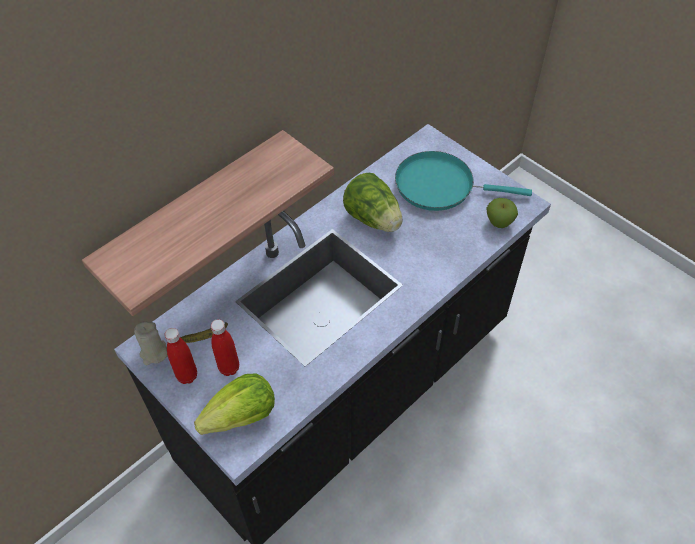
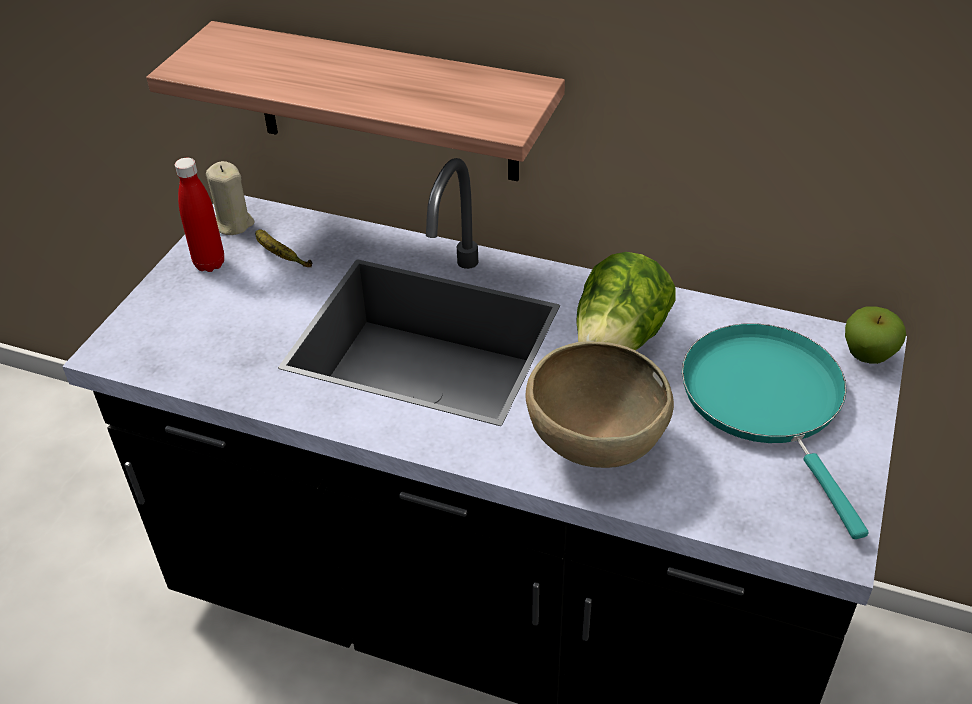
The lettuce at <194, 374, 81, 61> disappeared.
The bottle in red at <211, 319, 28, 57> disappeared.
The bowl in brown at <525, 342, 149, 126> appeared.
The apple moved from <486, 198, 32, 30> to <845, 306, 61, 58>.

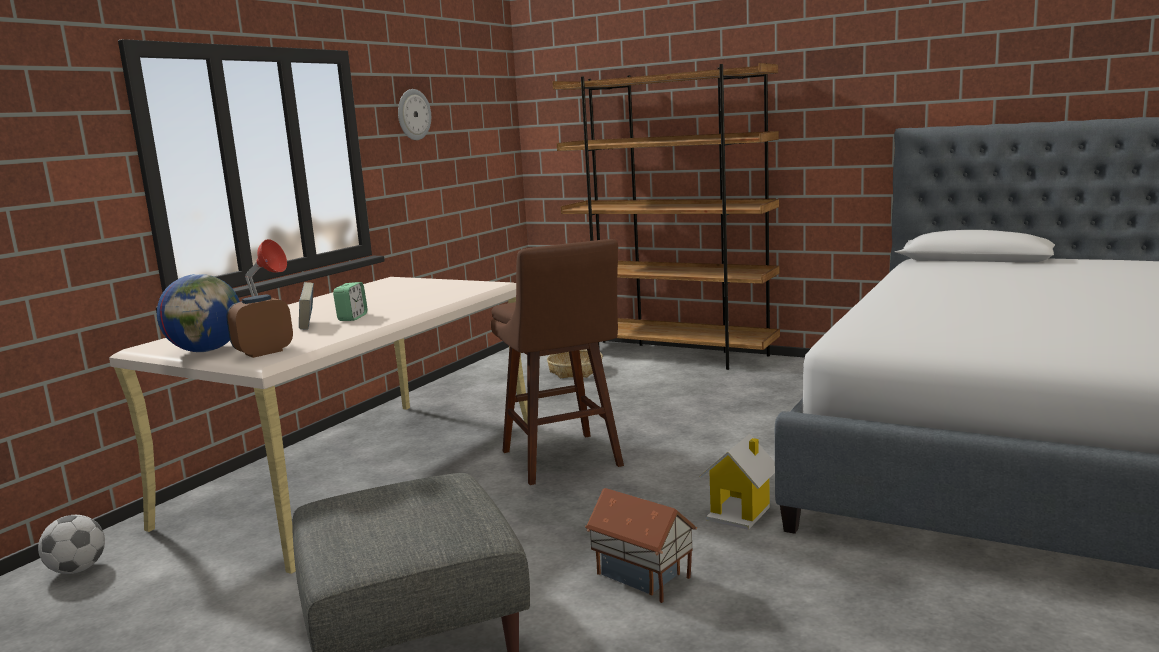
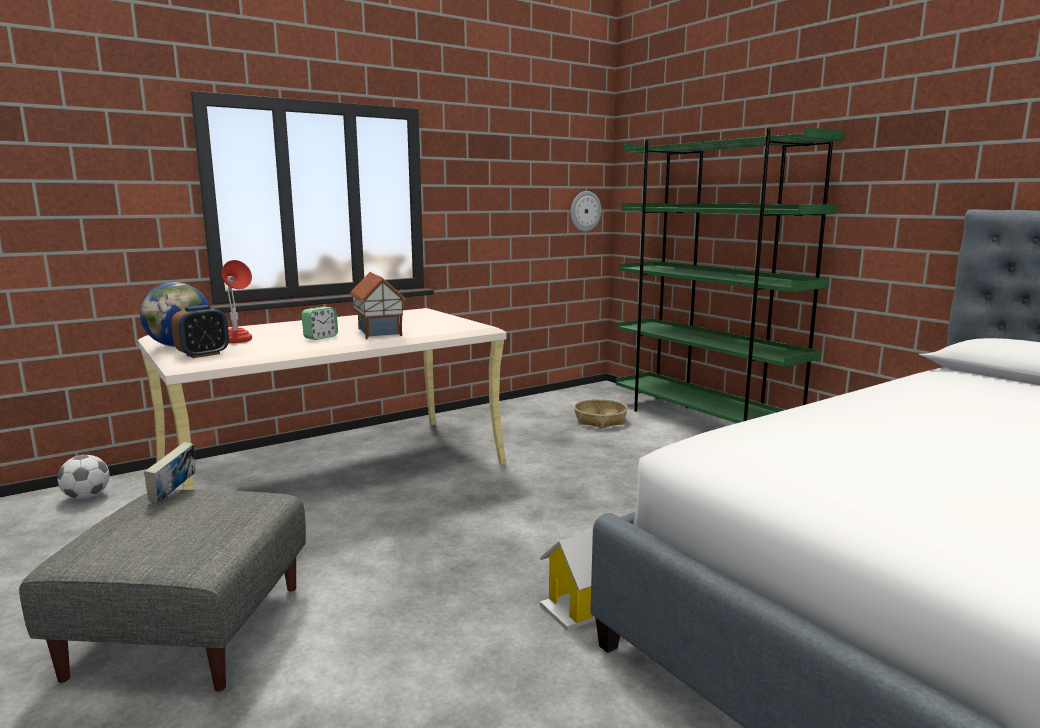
The stool in brown at <491, 239, 133, 246> disappeared.
The book moved from <299, 282, 15, 48> to <144, 442, 52, 62>.
The wall clock moved from <398, 89, 33, 51> to <571, 191, 30, 41>.
The toy house moved from <585, 488, 112, 115> to <350, 272, 56, 67>.
The bookcase in brown at <553, 63, 227, 307> became the bookcase in green at <616, 127, 229, 296>.
The alarm clock at <226, 294, 67, 64> turned 150 degrees clockwise.

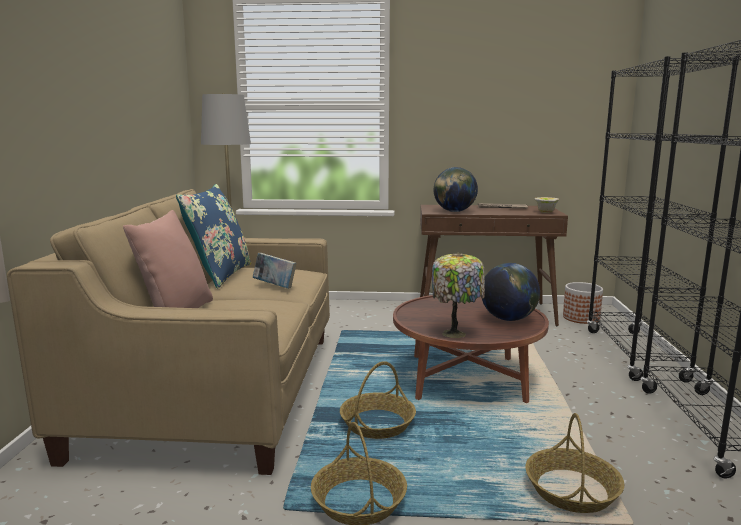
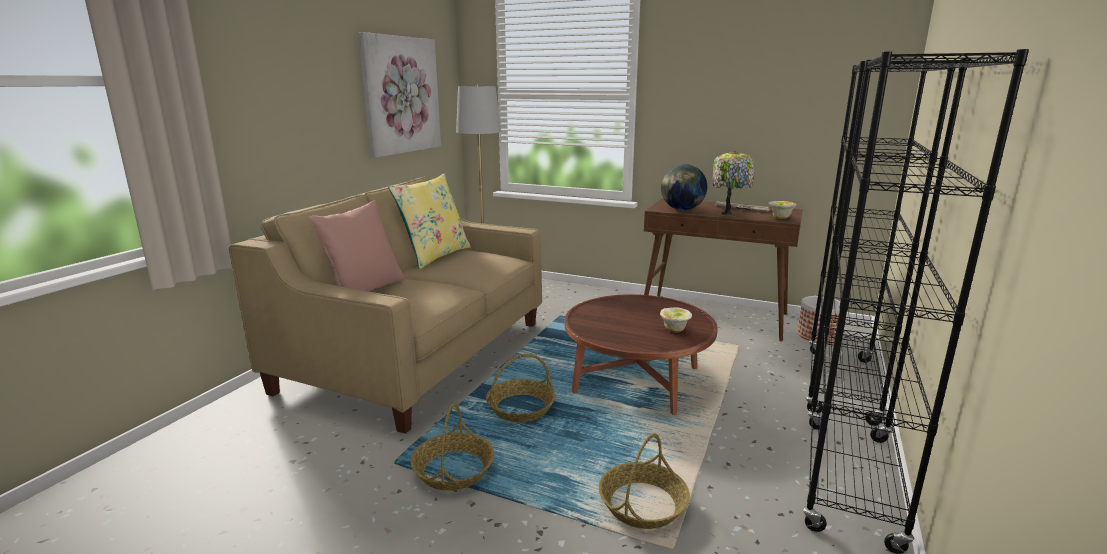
The book at <253, 253, 44, 36> disappeared.
The picture at <358, 32, 83, 126> appeared.
The table lamp moved from <432, 253, 53, 85> to <713, 151, 41, 66>.
The globe at <481, 263, 59, 58> was replaced by the bowl at <660, 307, 32, 25>.
The pillow in blue at <176, 184, 75, 105> became the pillow in yellow at <388, 174, 83, 95>.

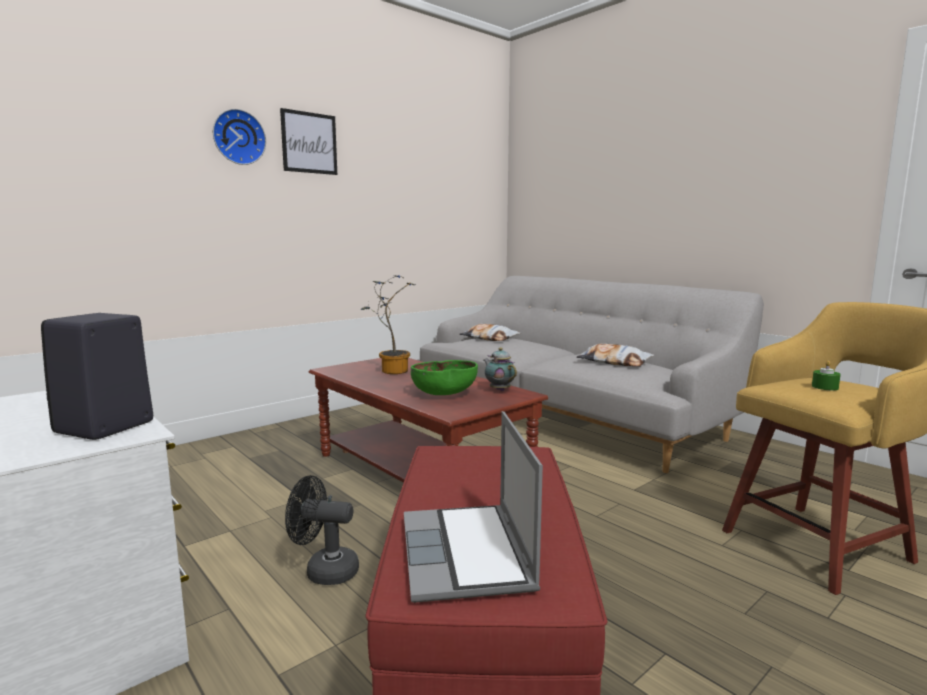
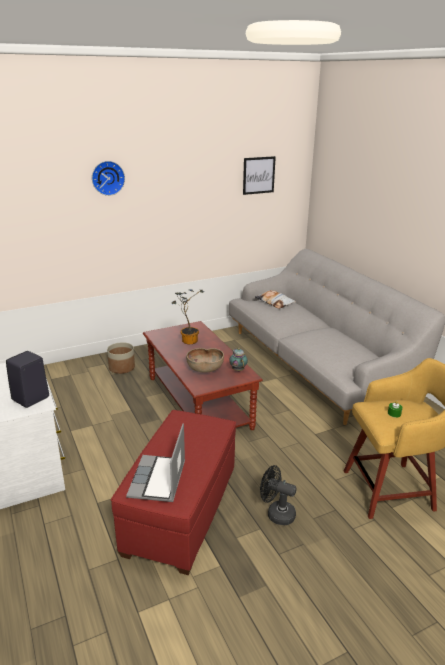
The pillow at <576, 343, 78, 23> disappeared.
The planter at <107, 342, 28, 32> appeared.
The picture moved from <280, 108, 57, 67> to <243, 156, 33, 39>.
The fan in black moved from <285, 475, 74, 110> to <260, 465, 37, 60>.
The bowl in green at <411, 360, 67, 35> became the bowl in brown at <186, 348, 38, 25>.

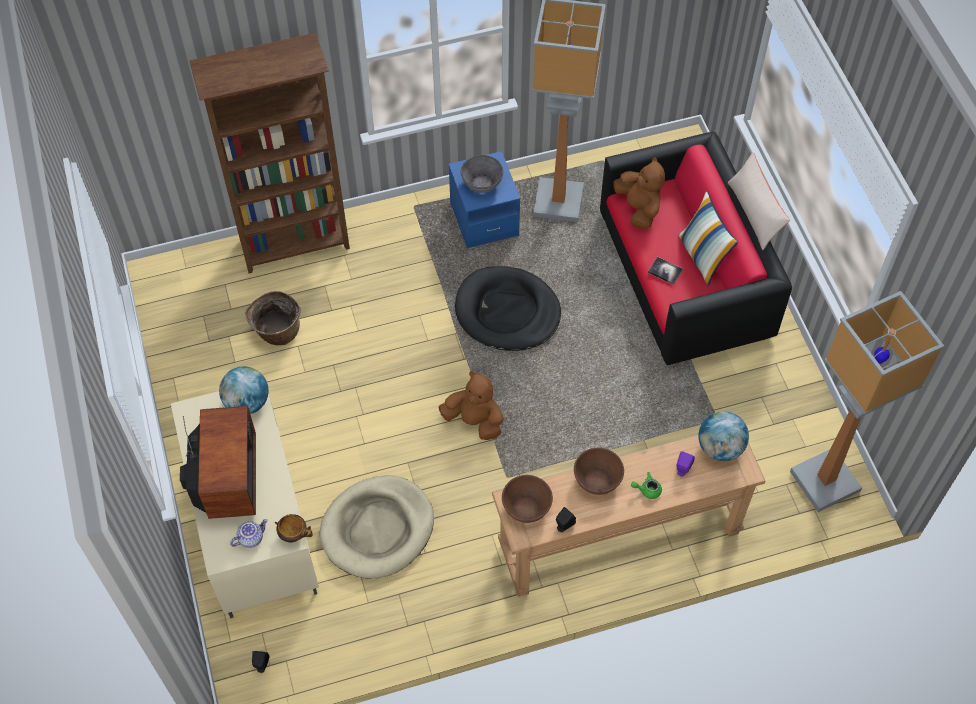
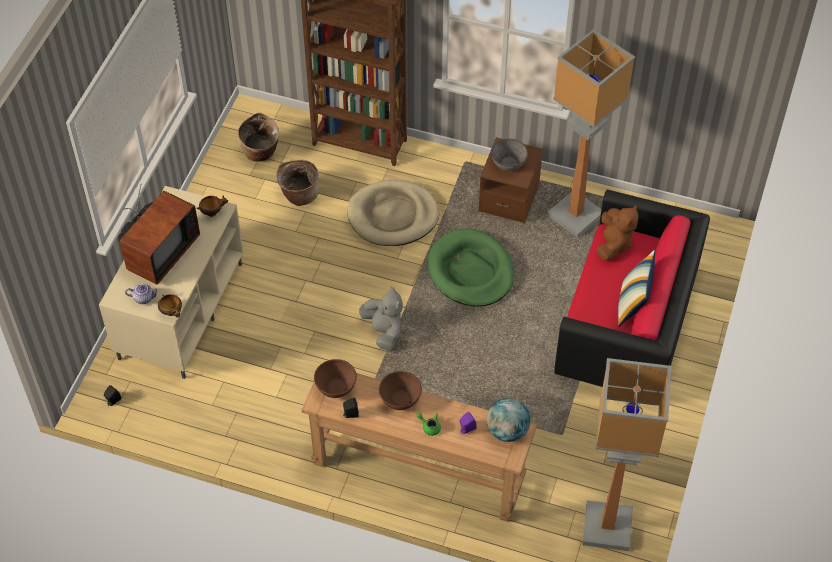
The book at <648, 257, 35, 28> disappeared.
The pillow in beige at <727, 152, 63, 98> disappeared.
The basket at <238, 113, 41, 49> appeared.
The dog bed in beige moved from <320, 475, 114, 104> to <347, 179, 92, 67>.
The globe at <219, 366, 50, 48> was replaced by the bowl at <197, 196, 31, 21>.
The plush toy in brown at <438, 371, 66, 69> became the plush toy in grey at <359, 286, 44, 64>.
The nightstand in blue at <449, 151, 71, 98> became the nightstand in brown at <479, 137, 64, 86>.
The dog bed in black at <455, 266, 106, 85> became the dog bed in green at <427, 228, 88, 79>.

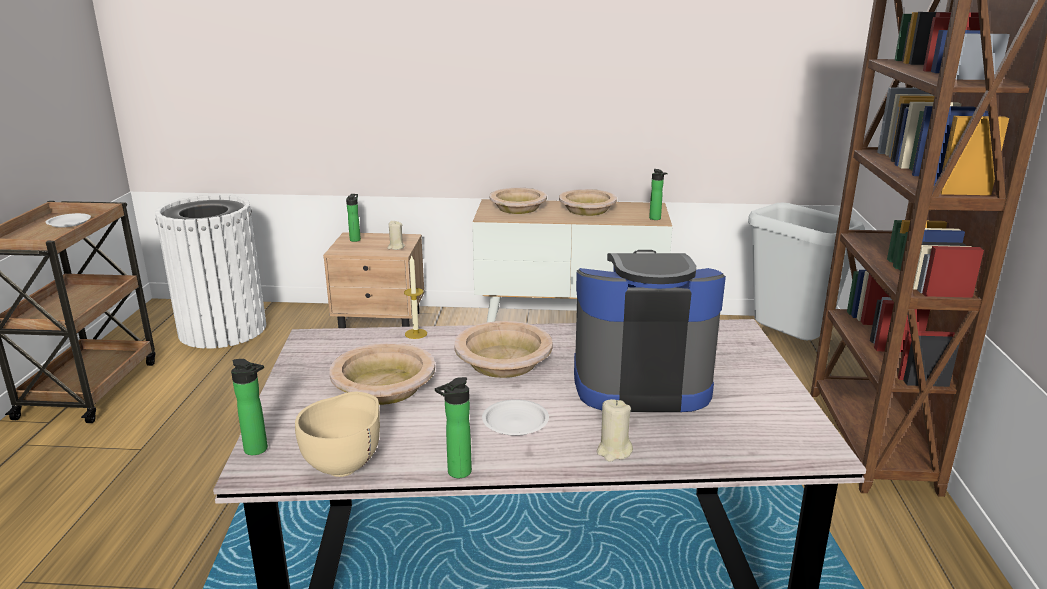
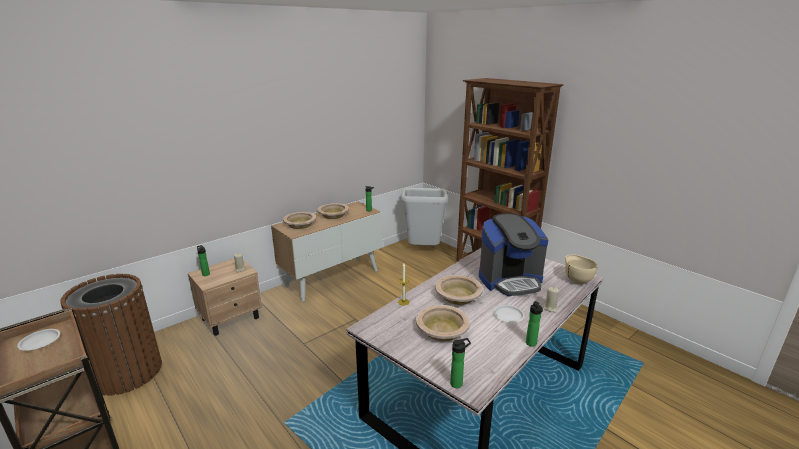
The bowl in beige moved from <295, 392, 85, 85> to <565, 254, 33, 31>.
The trash can in white at <155, 195, 111, 154> became the trash can in brown at <60, 274, 102, 122>.
The coffee machine at <574, 250, 152, 162> turned 150 degrees counterclockwise.

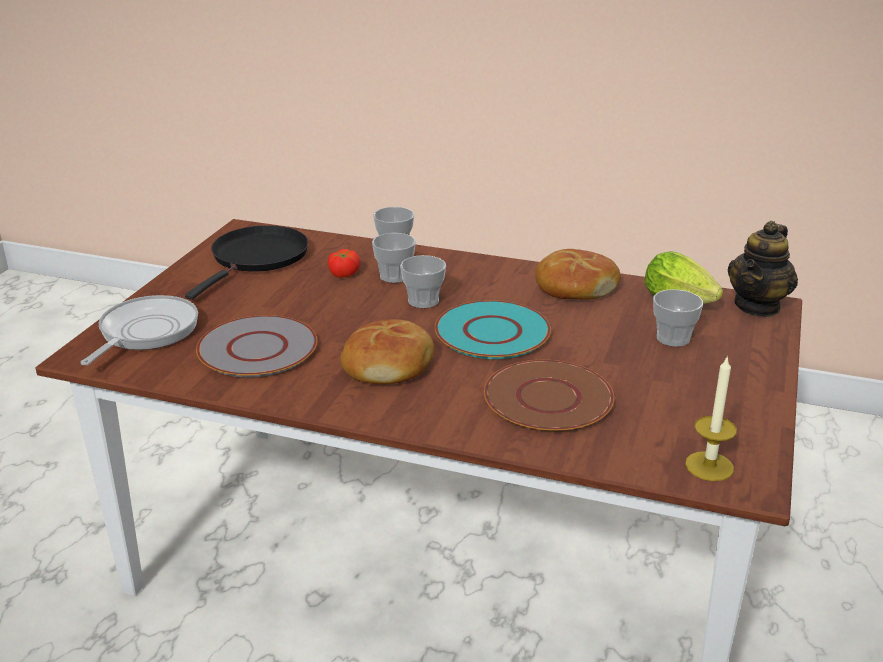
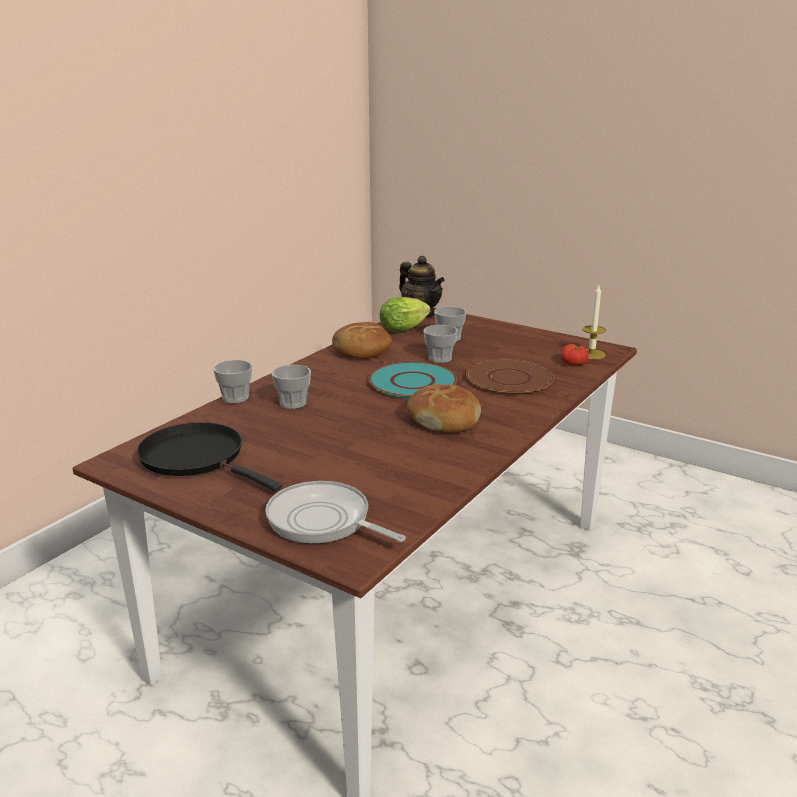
The plate in grey at <196, 315, 121, 62> disappeared.
The tomato moved from <328, 249, 32, 29> to <561, 344, 27, 21>.
The cup moved from <400, 255, 46, 53> to <424, 325, 34, 38>.

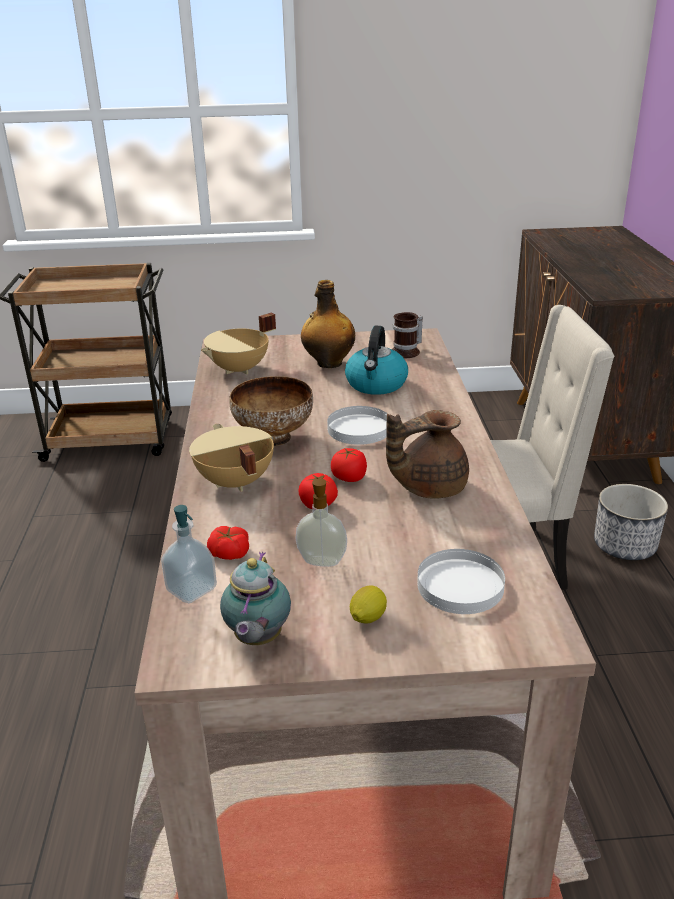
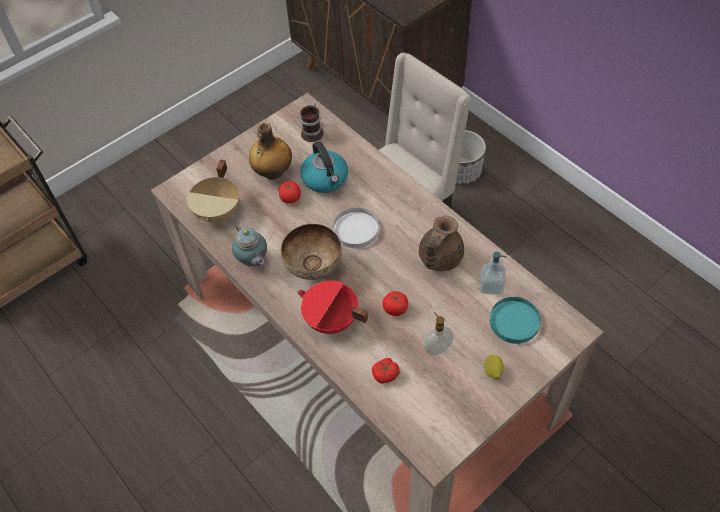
The soap dispenser moved from <161, 505, 56, 98> to <480, 252, 27, 43>.
The teapot moved from <220, 552, 71, 93> to <232, 222, 35, 44>.
The tomato moved from <331, 448, 36, 34> to <279, 181, 22, 22>.
The cooking pot in beige at <189, 424, 85, 68> became the cooking pot in red at <297, 280, 71, 54>.
The plate in white at <417, 549, 88, 65> became the plate in turquoise at <490, 297, 51, 47>.

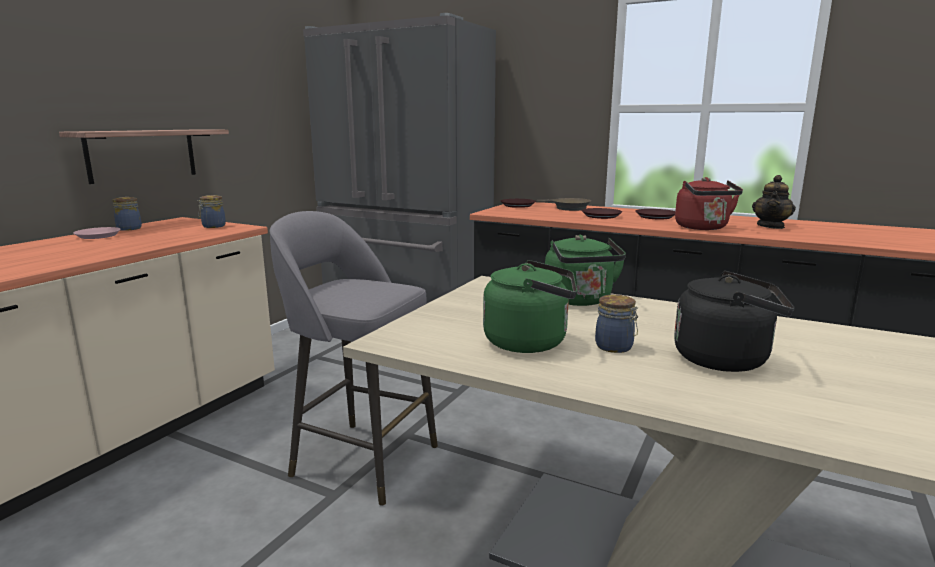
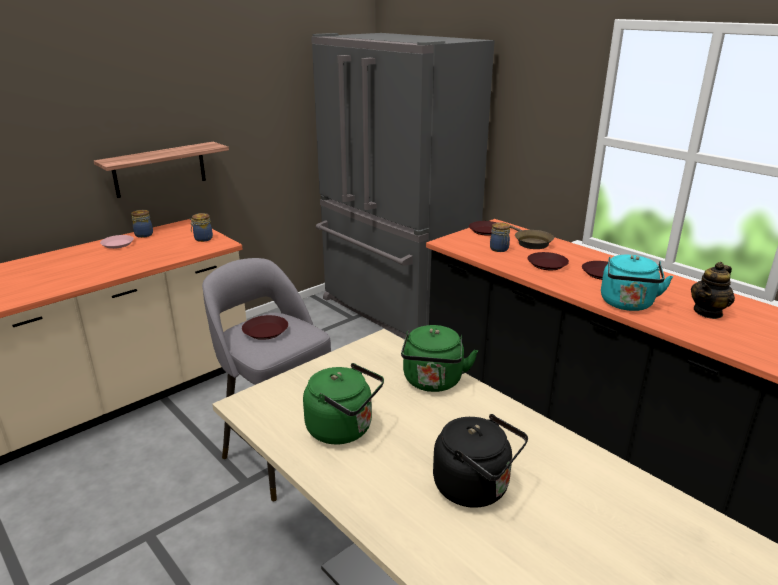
The plate in brown at <242, 315, 46, 25> appeared.
The jar moved from <595, 295, 43, 58> to <490, 222, 20, 30>.
The kettle in red at <675, 177, 68, 53> became the kettle in turquoise at <601, 255, 72, 56>.

